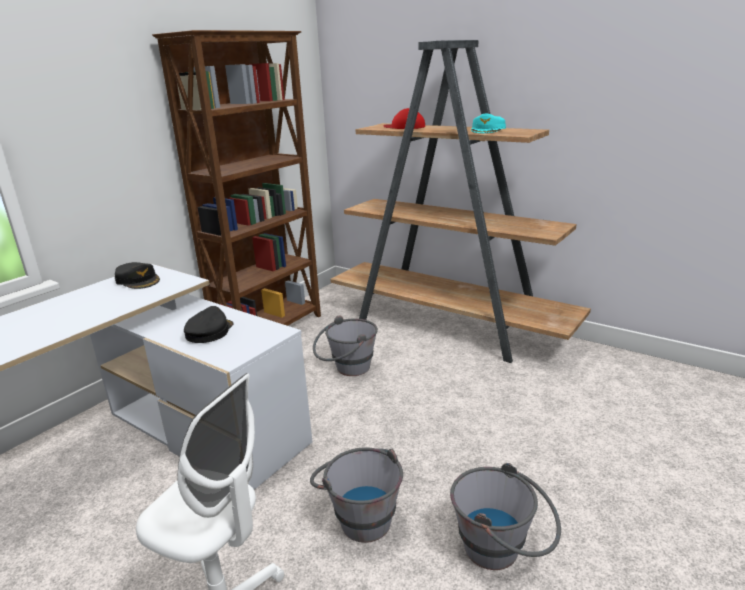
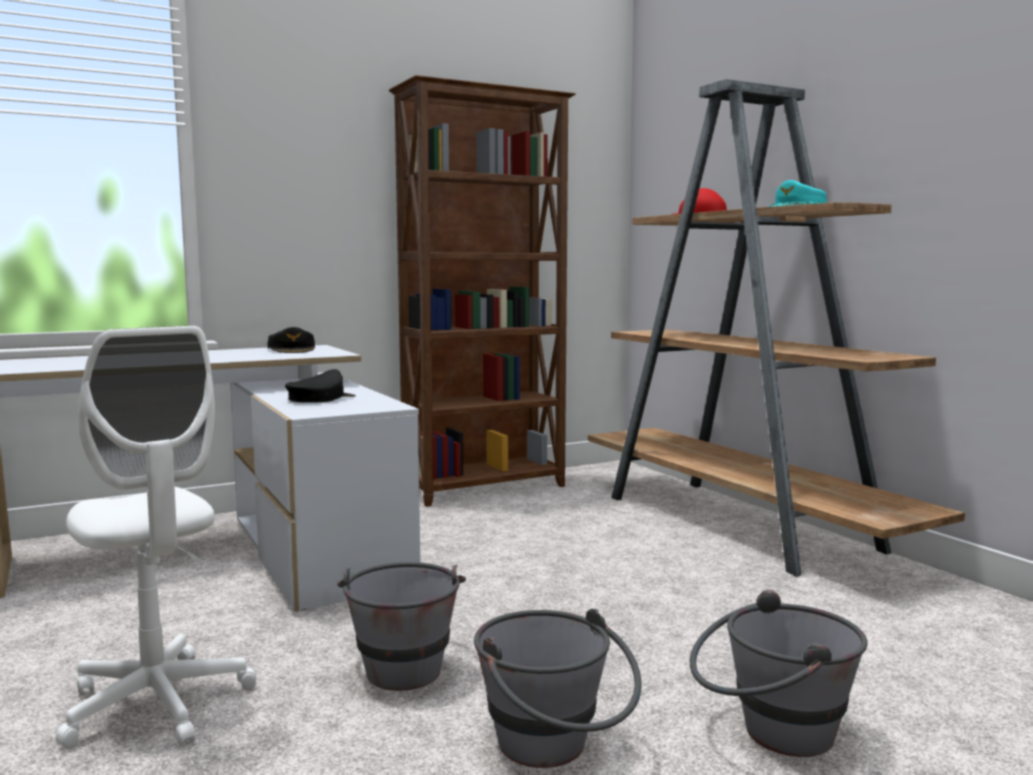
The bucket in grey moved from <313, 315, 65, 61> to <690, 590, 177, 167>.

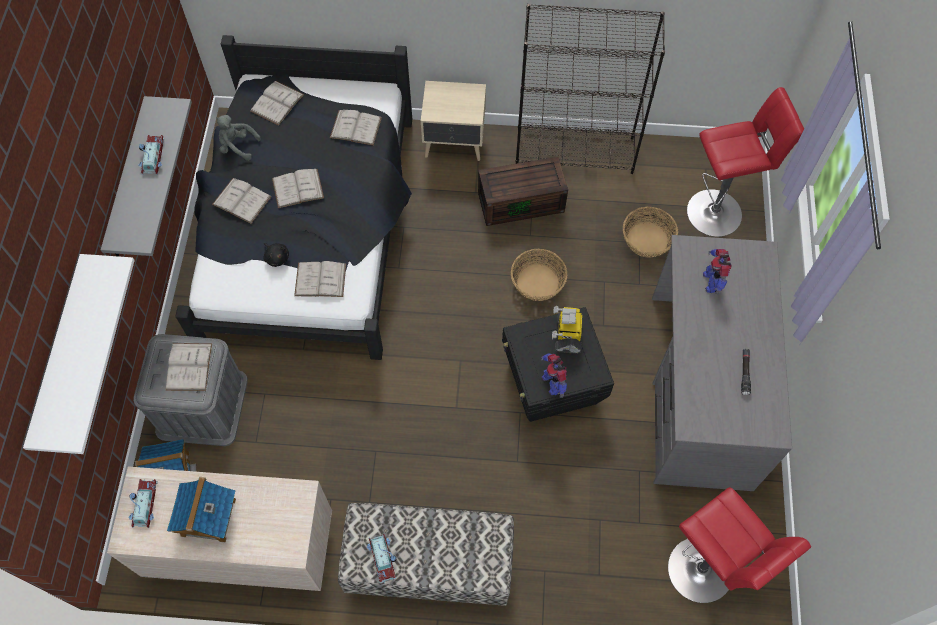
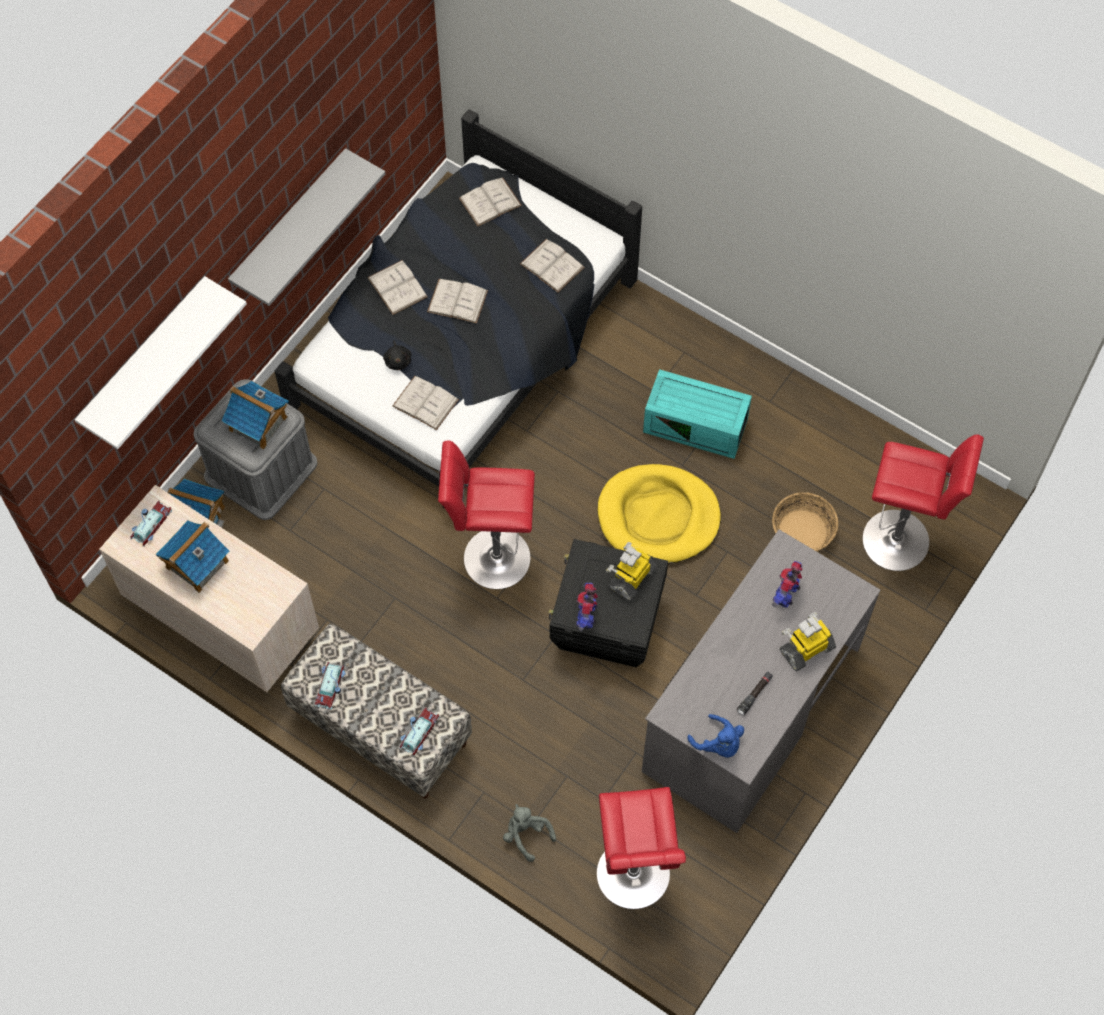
The nightstand in beige at <421, 81, 65, 80> disappeared.
The bookcase in black at <515, 4, 150, 170> disappeared.
The stool in red at <438, 440, 97, 149> appeared.
The plush toy in blue at <687, 714, 57, 44> appeared.
The toy robot at <780, 612, 56, 59> appeared.
The toy car moved from <138, 135, 27, 40> to <400, 707, 40, 49>.
The plush toy in grey moved from <216, 115, 45, 46> to <503, 804, 53, 58>.
The book in white at <166, 343, 46, 48> was replaced by the toy house at <221, 381, 68, 68>.
The basket at <511, 249, 56, 52> was replaced by the dog bed in yellow at <598, 464, 123, 100>.
The storage box in brown at <478, 157, 90, 69> became the storage box in turquoise at <643, 369, 109, 90>.

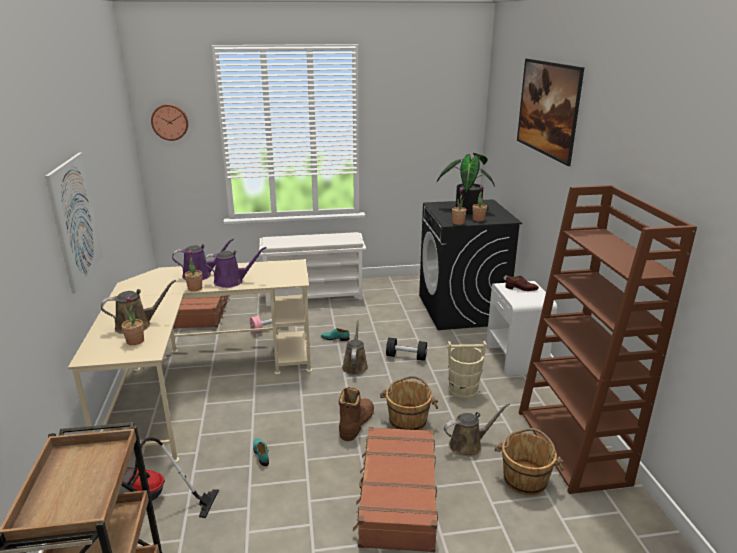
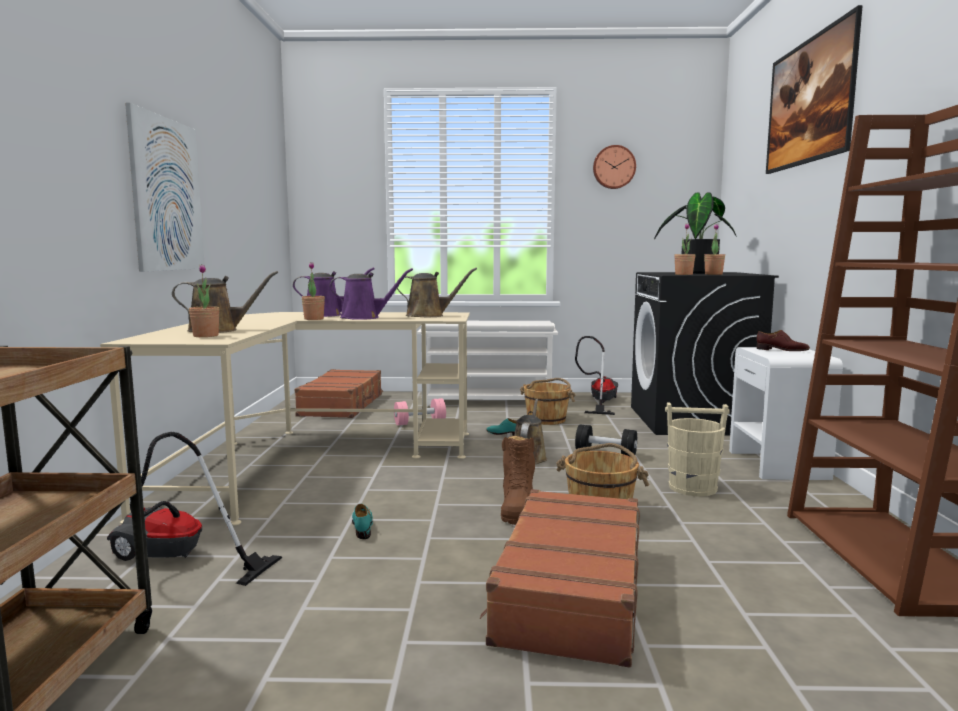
The vacuum cleaner at <575, 336, 43, 79> appeared.
The wall clock moved from <151, 104, 37, 37> to <593, 145, 43, 44>.
The watering can in brown moved from <444, 403, 66, 53> to <397, 268, 80, 49>.
The bucket in brown moved from <494, 428, 70, 67> to <520, 378, 55, 47>.
The boot in brown at <339, 387, 35, 54> turned 150 degrees clockwise.

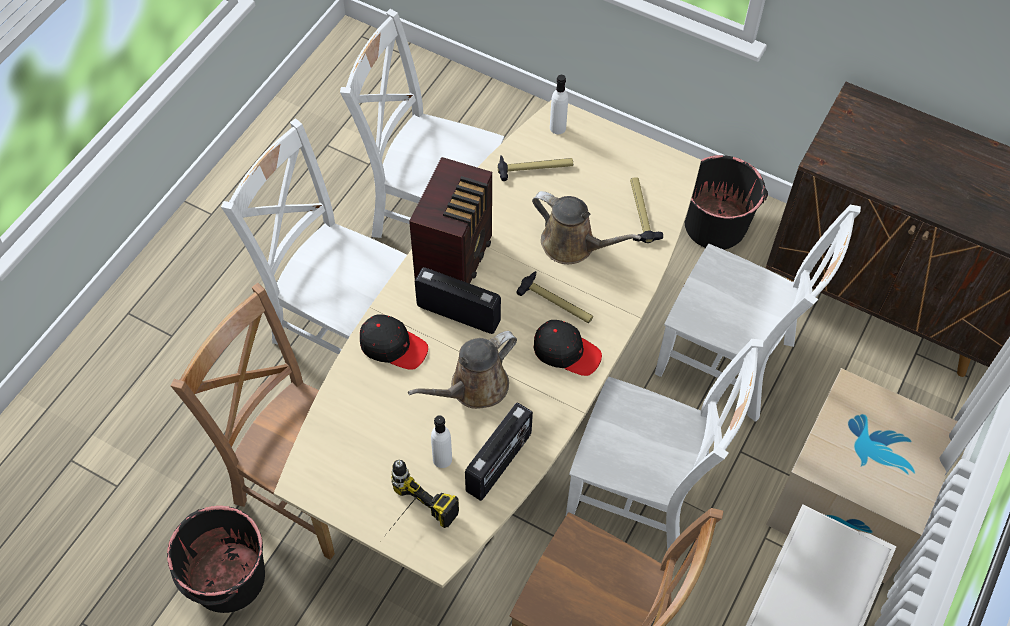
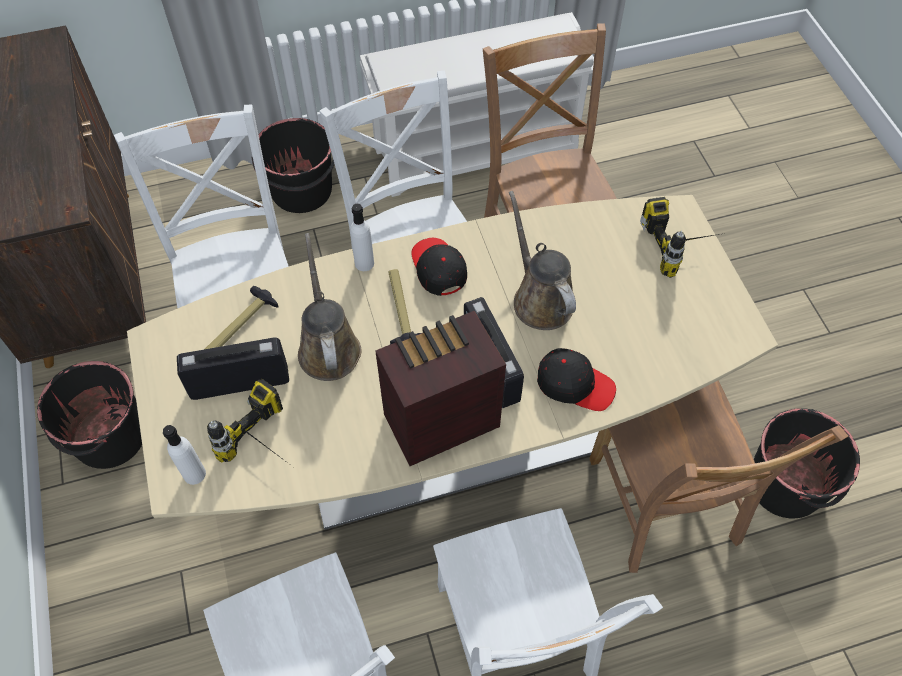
The bottle in white moved from <431, 415, 21, 53> to <350, 204, 24, 67>.
The radio moved from <465, 403, 68, 98> to <177, 338, 112, 62>.
The hammer at <497, 155, 76, 26> was replaced by the power drill at <207, 379, 82, 85>.
The cardboard box at <766, 368, 192, 216> was replaced by the bucket in black at <252, 118, 83, 95>.
The cap in black at <360, 314, 68, 56> turned 135 degrees clockwise.
The watering can in brown at <408, 331, 109, 78> turned 120 degrees counterclockwise.

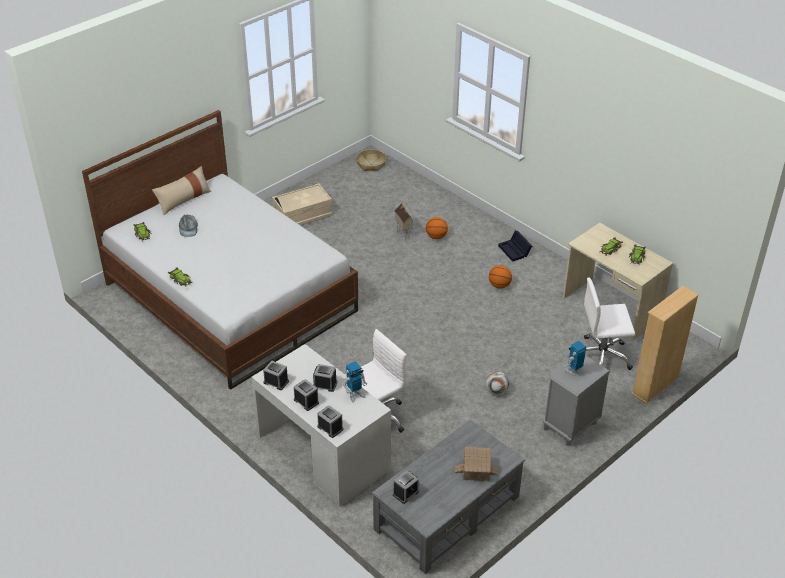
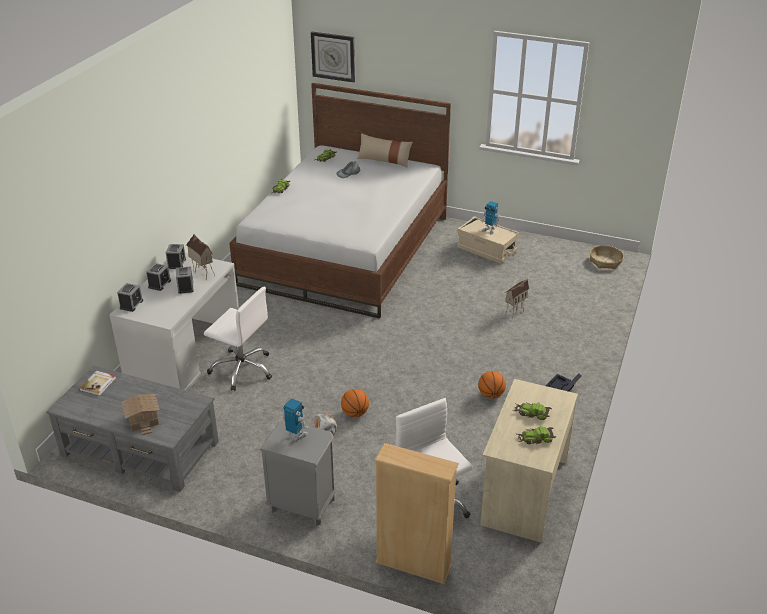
The toy house at <186, 234, 29, 46> appeared.
The wall clock at <311, 32, 44, 51> appeared.
The toy robot moved from <343, 361, 24, 42> to <481, 201, 19, 34>.
The basketball moved from <426, 217, 22, 22> to <341, 389, 28, 28>.
The alarm clock at <393, 470, 26, 34> was replaced by the book at <79, 371, 37, 25>.

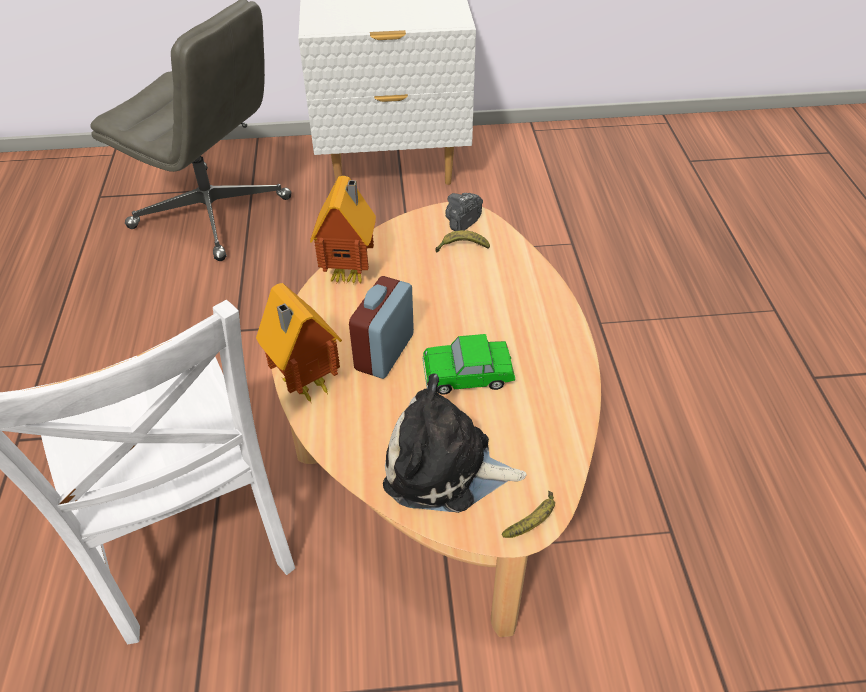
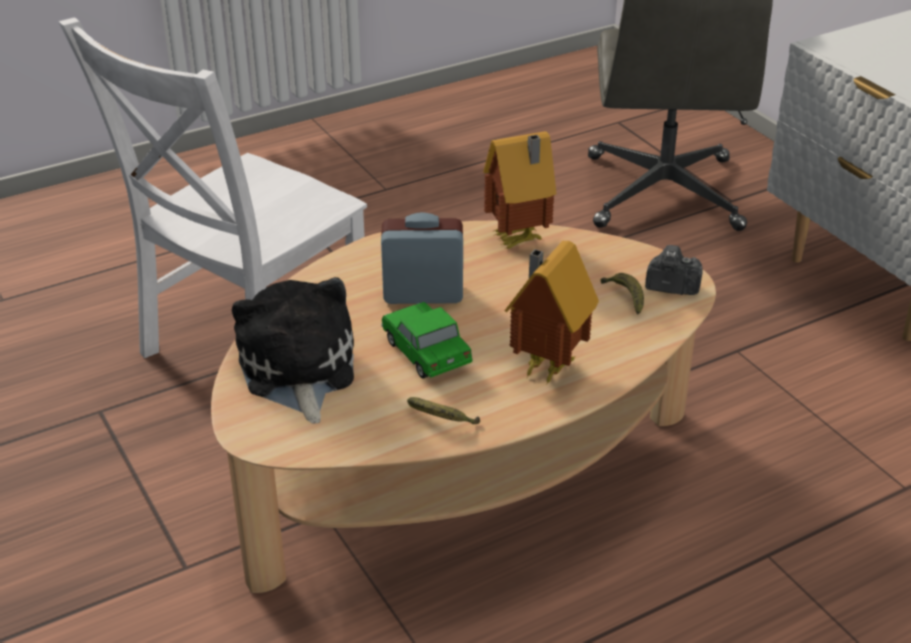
The toy house moved from <256, 283, 86, 121> to <505, 241, 94, 145>.
The banana moved from <502, 491, 53, 47> to <407, 397, 73, 27>.

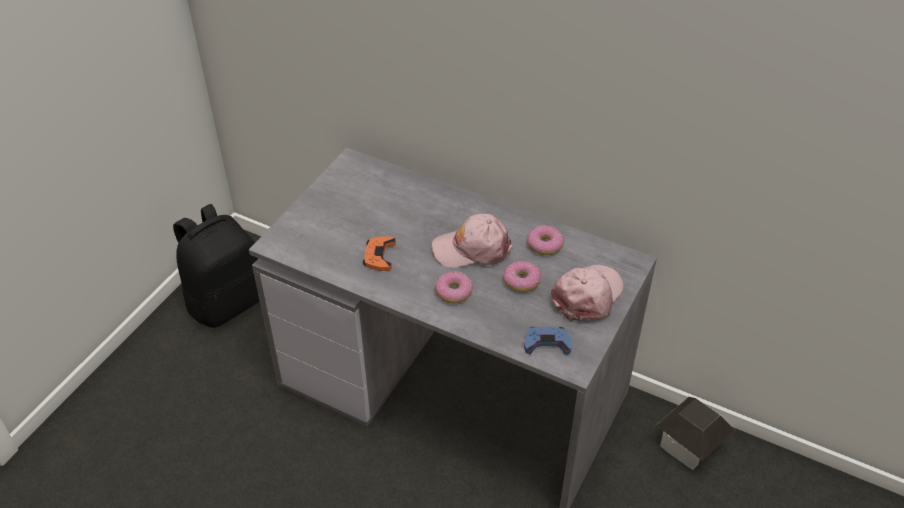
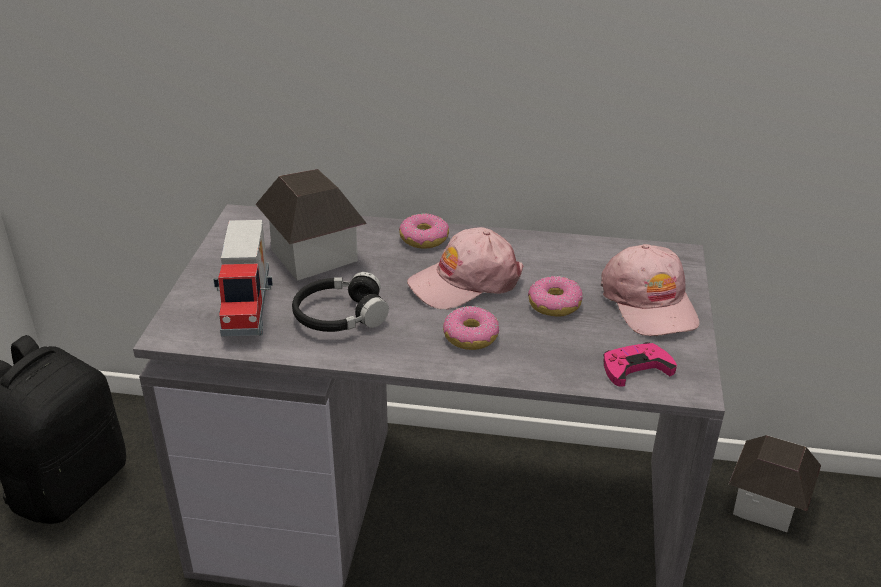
The toy truck at <213, 220, 60, 117> appeared.
The toy house at <256, 169, 111, 112> appeared.
The donut moved from <527, 226, 37, 29> to <399, 213, 50, 36>.
The game controller in orange at <363, 236, 33, 35> was replaced by the headphones in black at <292, 272, 97, 60>.
The game controller in blue at <524, 327, 48, 28> became the game controller in pink at <603, 342, 74, 45>.
The cap in pink at <551, 265, 72, 56> turned 150 degrees clockwise.

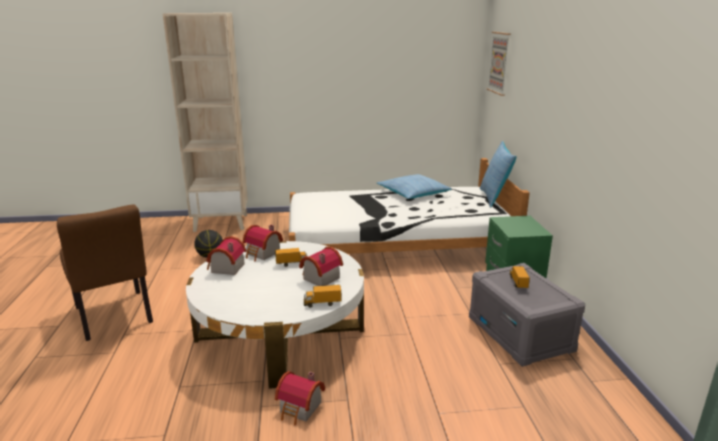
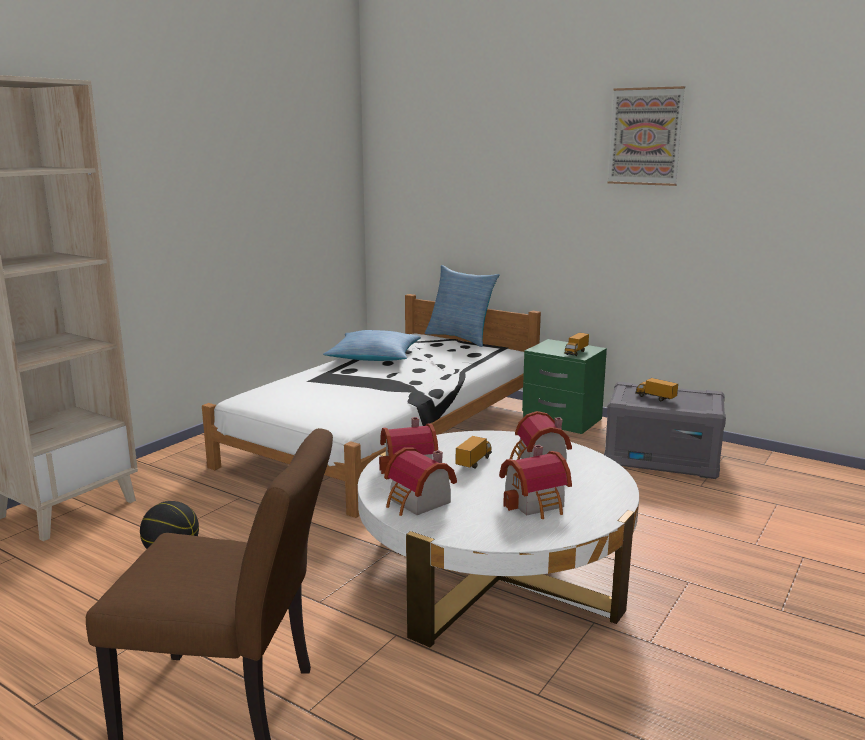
The toy house moved from <275, 371, 50, 55> to <499, 445, 73, 74>.
The toy truck moved from <304, 285, 37, 23> to <564, 332, 25, 24>.
The picture moved from <487, 32, 24, 64> to <608, 86, 77, 100>.

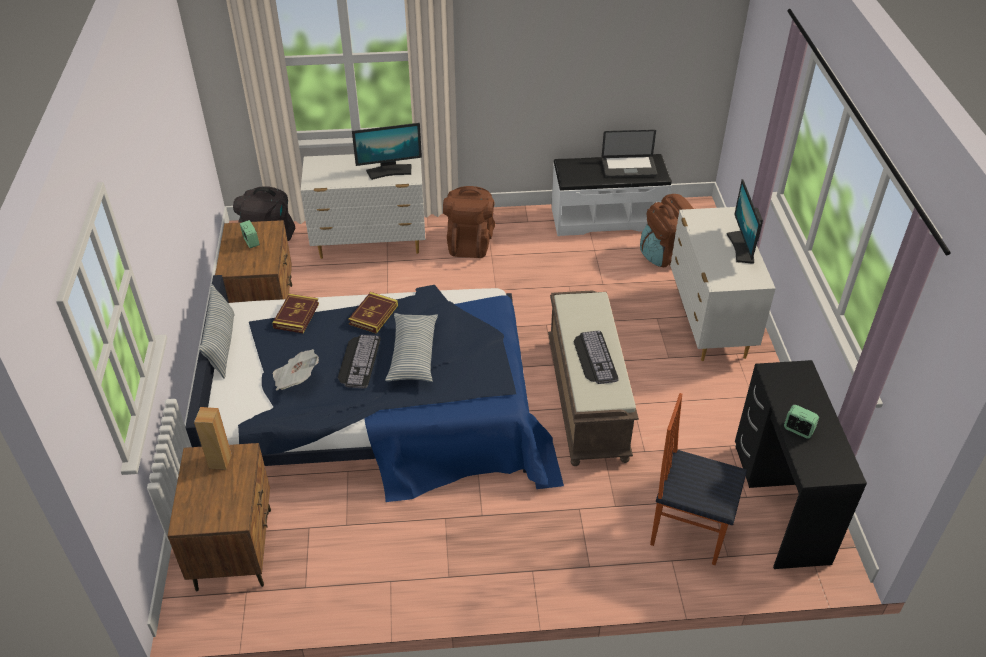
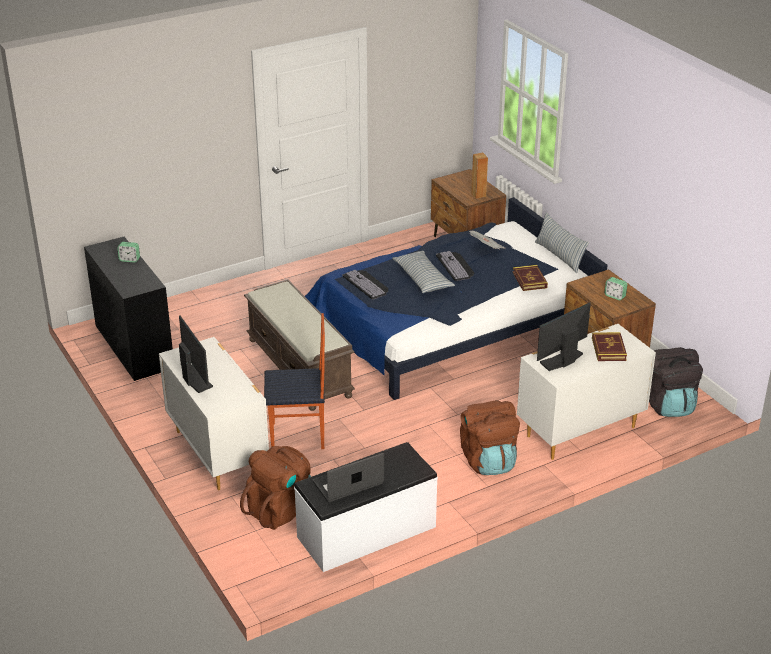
The book moved from <348, 292, 50, 42> to <592, 332, 35, 29>.
The keyboard moved from <574, 331, 45, 53> to <342, 270, 46, 29>.
The chair moved from <650, 393, 97, 172> to <264, 313, 61, 136>.

